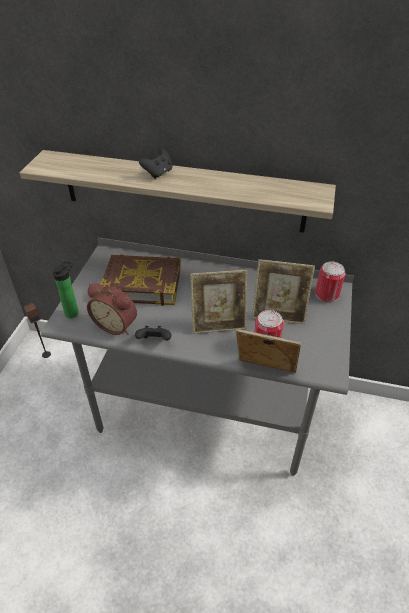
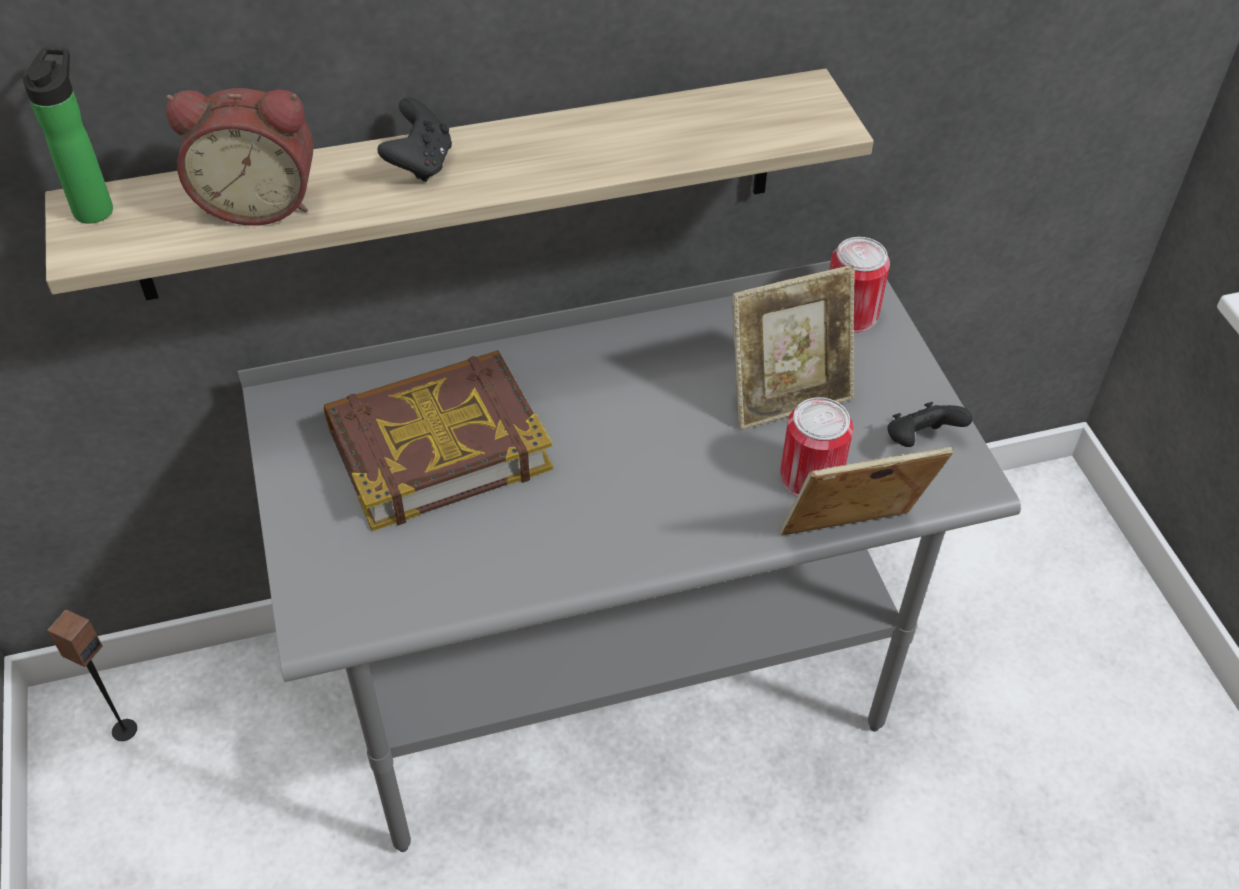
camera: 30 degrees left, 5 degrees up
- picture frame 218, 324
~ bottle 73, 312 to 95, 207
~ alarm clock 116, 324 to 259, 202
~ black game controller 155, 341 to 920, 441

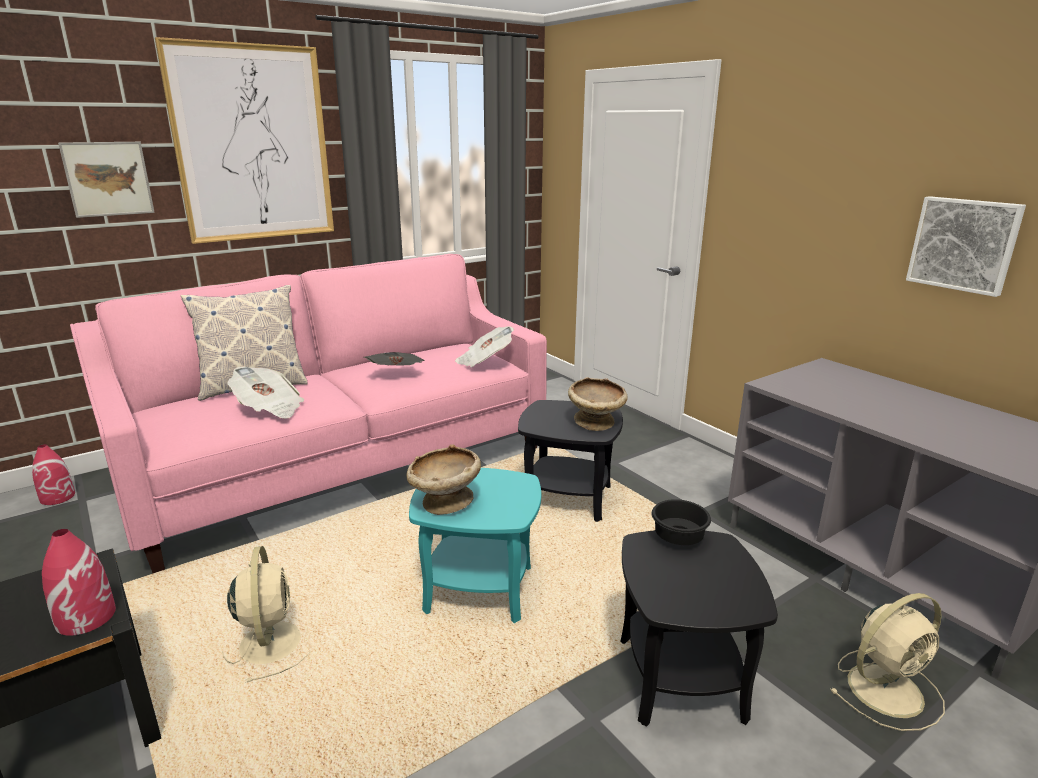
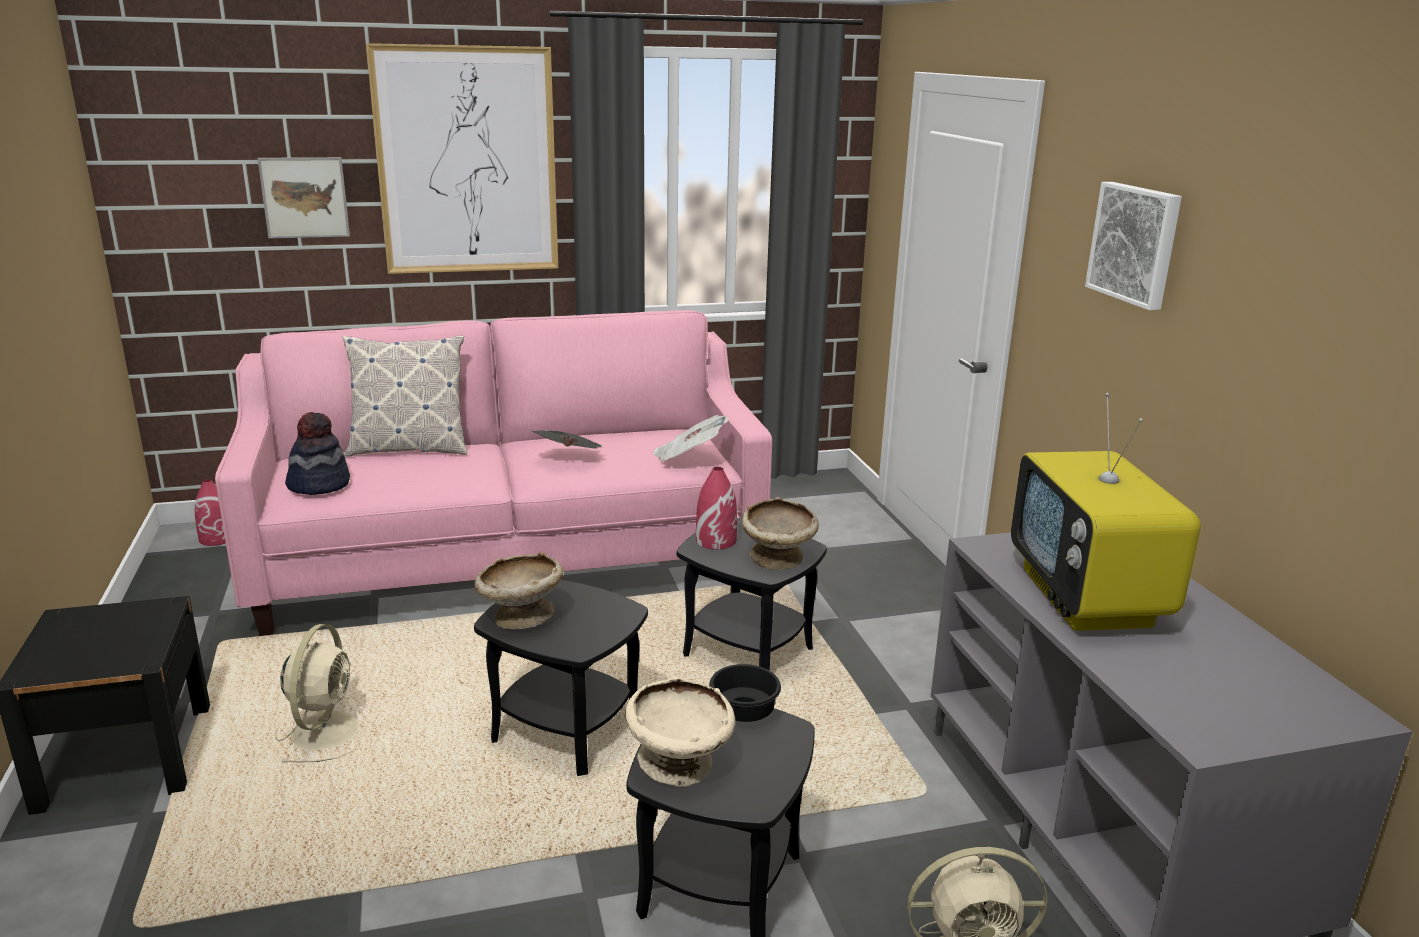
camera: 20 degrees right, 0 degrees up
- newspaper 269, 409
+ hat 319, 485
+ beige bowl 680, 764
+ television 1088, 599
~ red vase 85, 617 to 715, 540
~ picture 964, 244 to 1136, 244
~ turquoise side table 478, 589 to black side table 566, 731

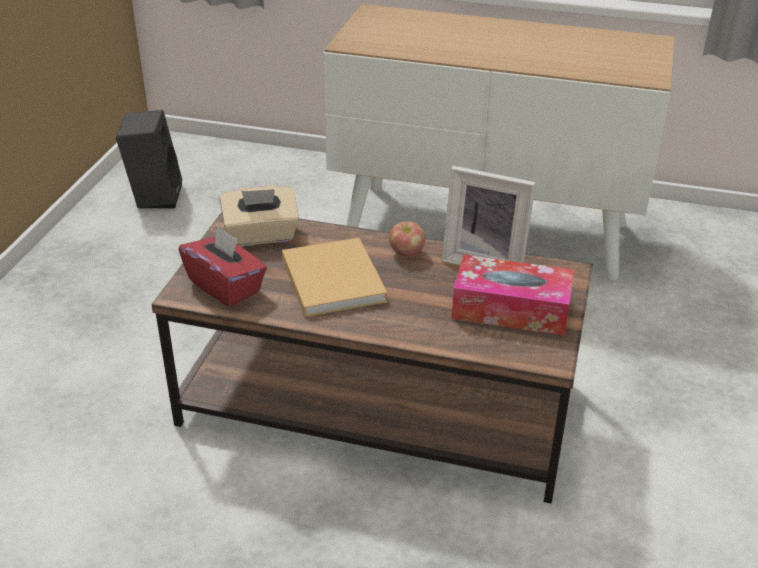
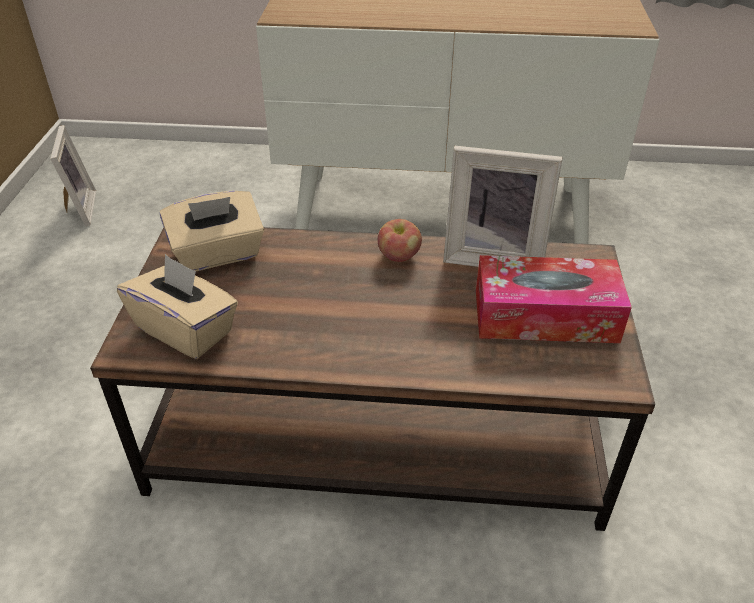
camera: 10 degrees left, 5 degrees up
- beige book 332, 278
~ black speaker 154, 196 to picture frame 78, 209
~ red tissue box 226, 286 to beige tissue box 186, 330

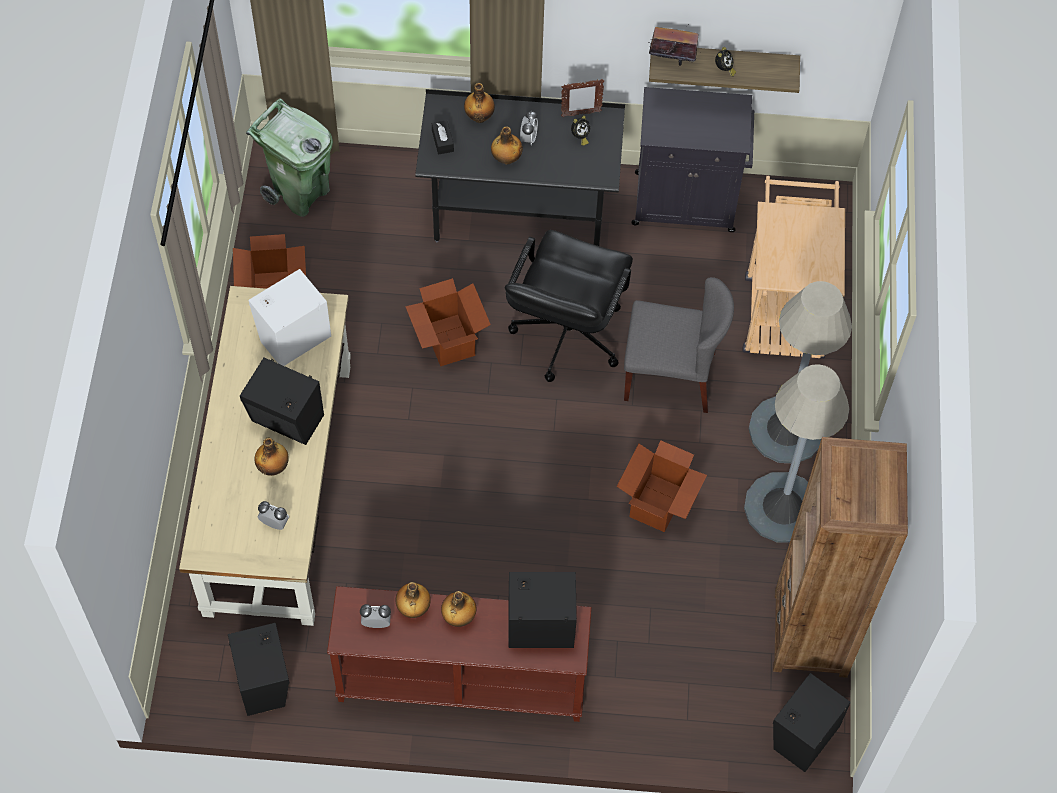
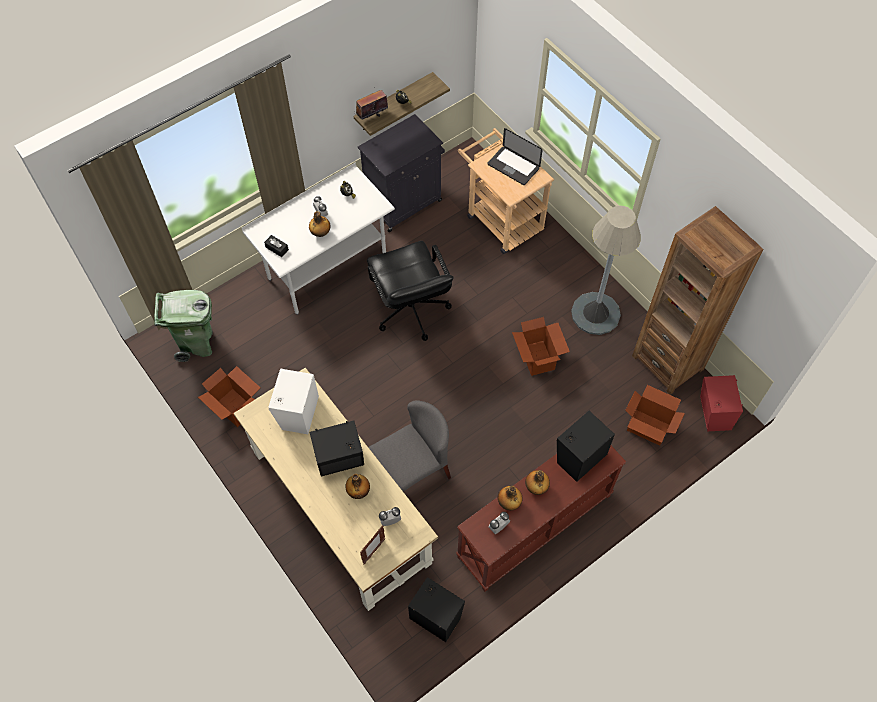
camera: 40 degrees left, 0 degrees up
- bottle 479, 116
- grey floor lamp 786, 430
+ laptop 513, 166
~ cardboard box 448, 341 to 647, 428
~ picture frame 580, 114 to 373, 552
~ grey chair 670, 375 to 412, 472
~ black desk 519, 215 to white desk 327, 269
~ black speaker 802, 736 to red speaker 713, 414

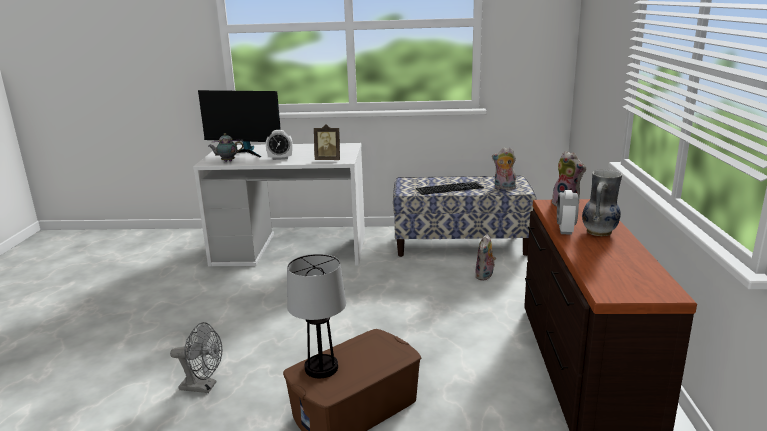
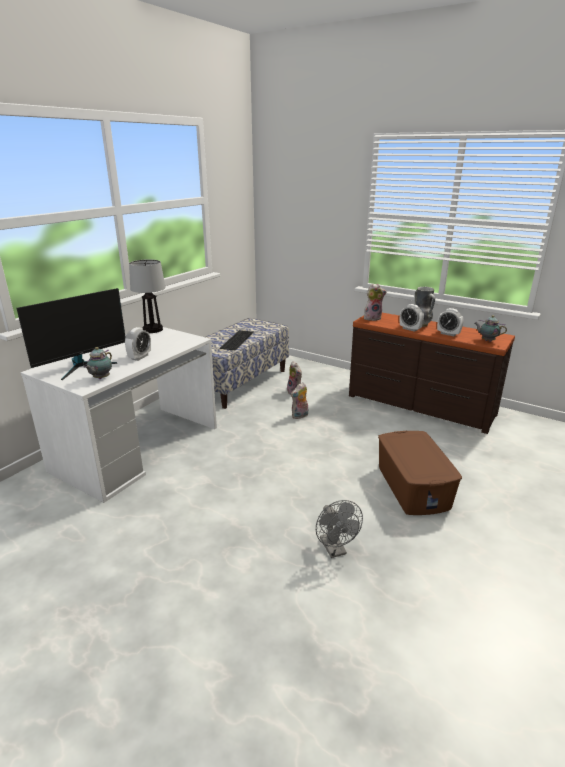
camera: 60 degrees left, 5 degrees up
- picture frame 328, 160
+ alarm clock 448, 334
+ teapot 487, 340
~ table lamp 321, 368 to 153, 329
~ plush toy 504, 188 to 300, 416
~ grey fan 203, 386 = 335, 550 120 degrees clockwise

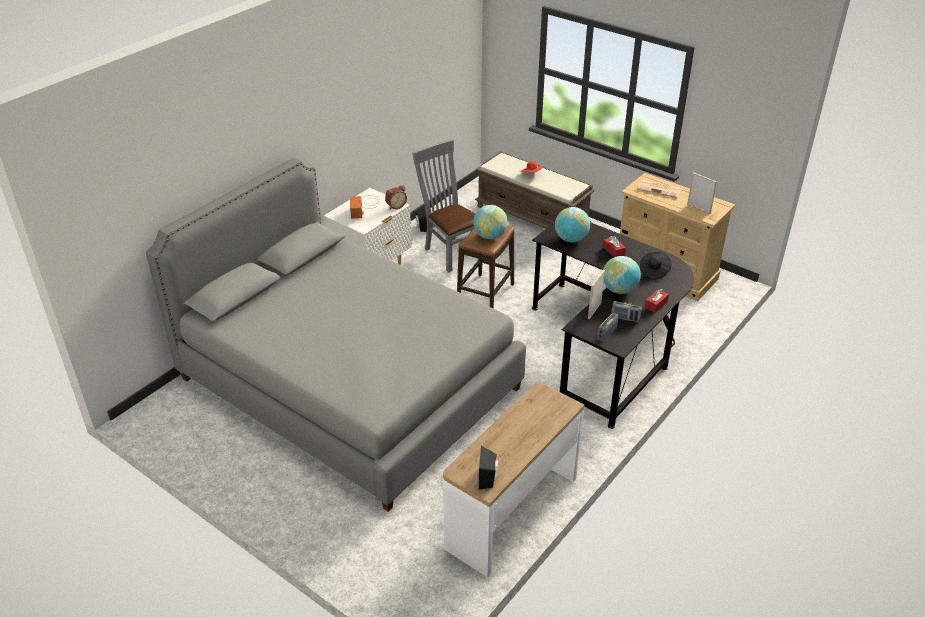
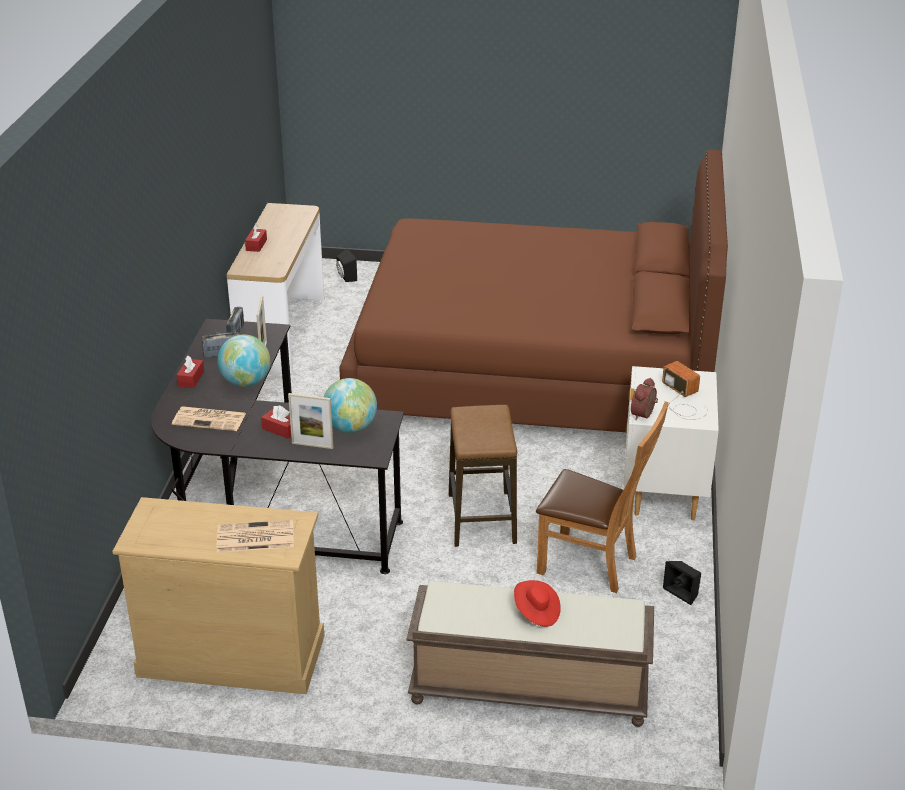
camera: 150 degrees right, 5 degrees down
- globe 490, 236
+ red tissue box 256, 245
~ black speaker 488, 478 to 345, 277
~ picture frame 698, 208 to 312, 445
~ black hat 654, 271 to newspaper 210, 419
~ grey bed 349, 384 to brown bed 532, 371
~ grey chair 450, 252 to brown chair 593, 565

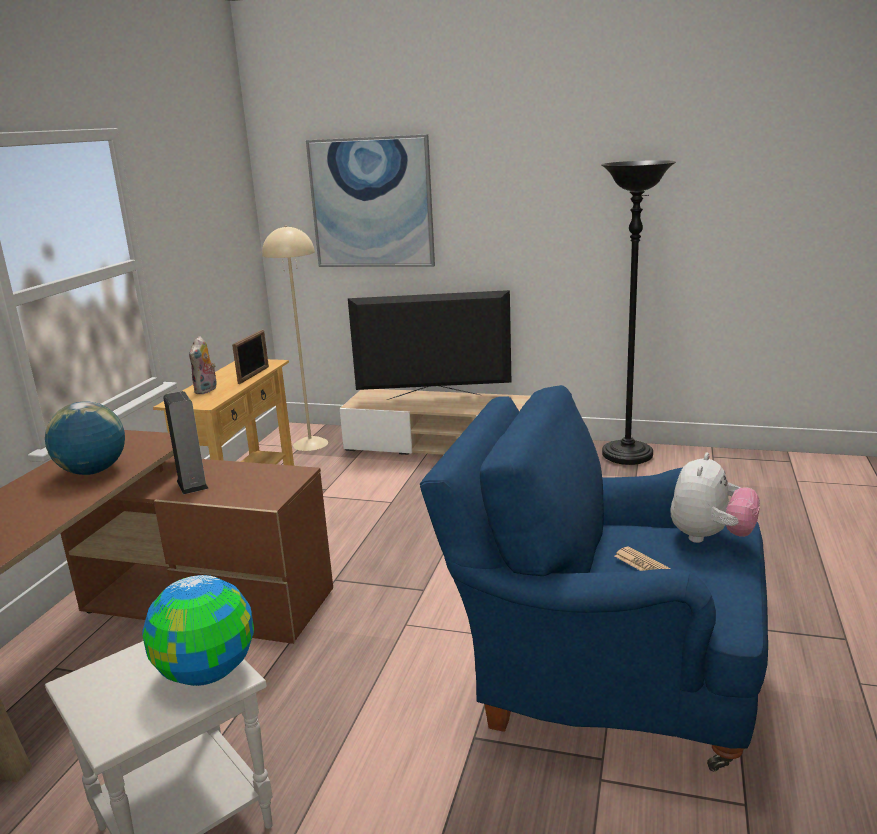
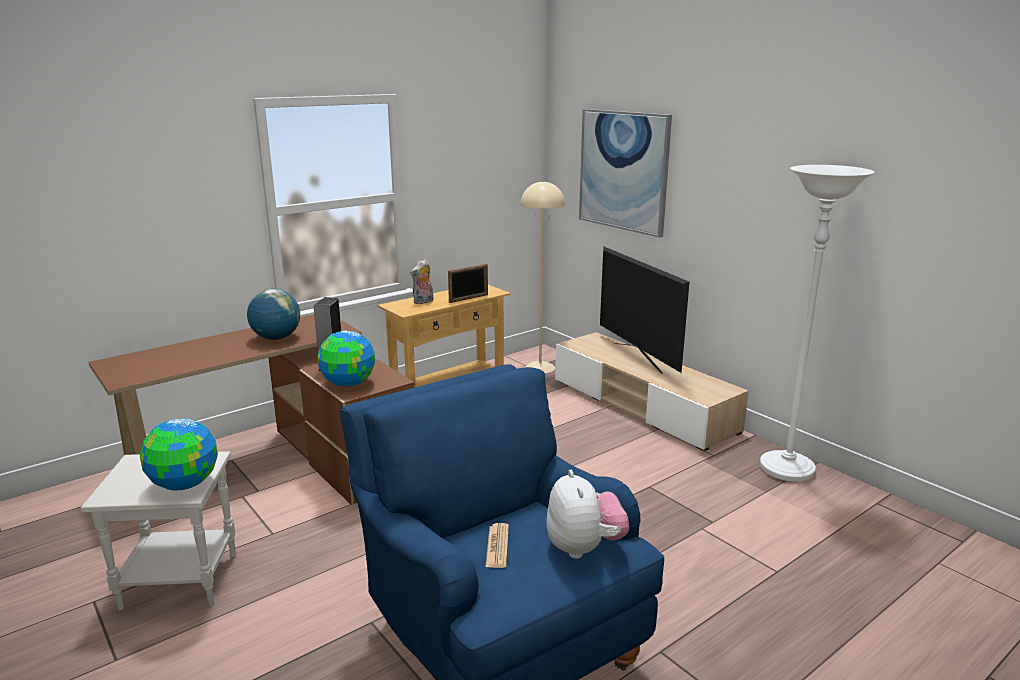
camera: 35 degrees right, 0 degrees up
+ globe 348, 384
~ black floor lamp 627, 455 to white floor lamp 787, 469
~ television 434, 398 = 637, 357 150 degrees counterclockwise
~ plush toy 710, 537 = 584, 547 75 degrees counterclockwise

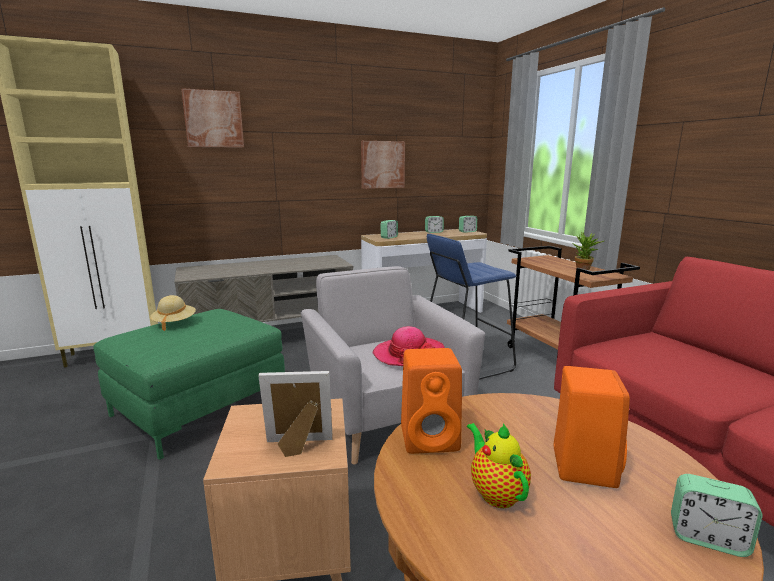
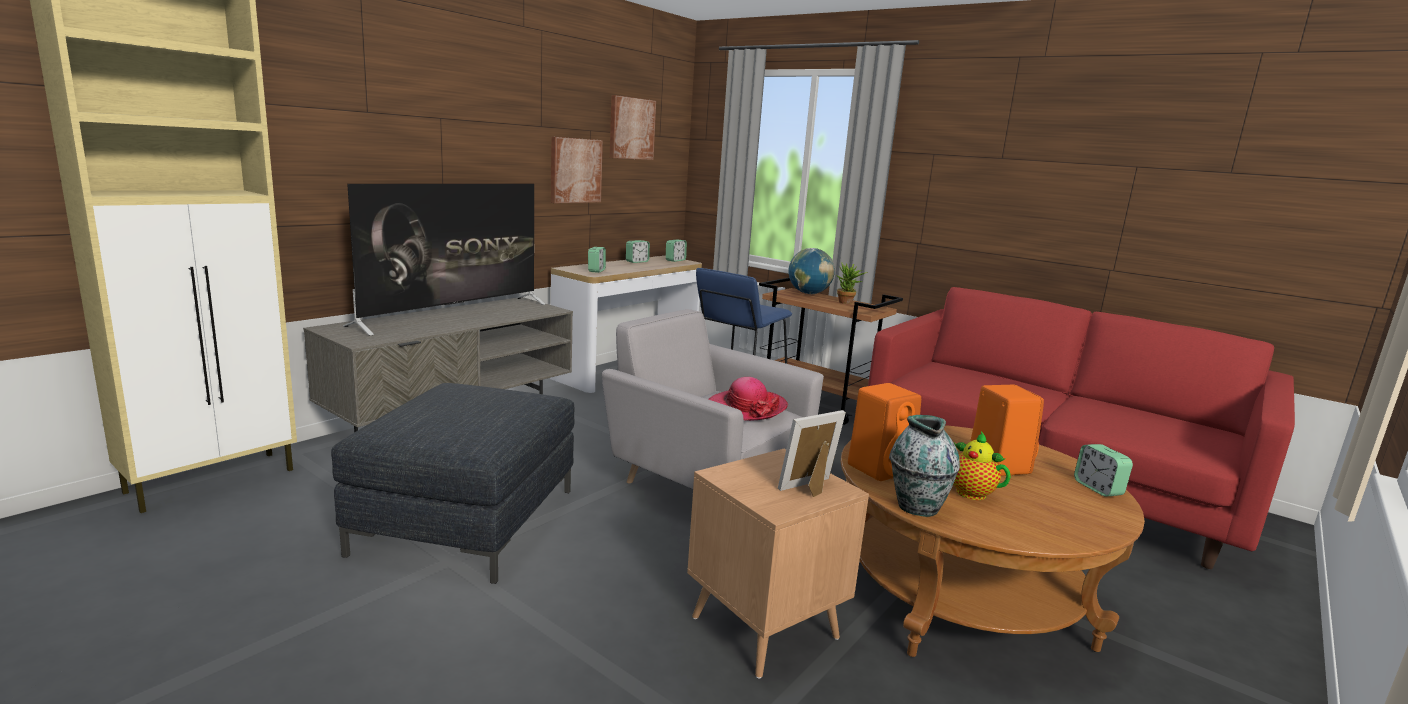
camera: 30 degrees left, 0 degrees up
- beige hat 174, 323
+ television 454, 314
+ globe 808, 293
+ vase 917, 506
~ picture 213, 119 to 631, 128
~ green ottoman 199, 406 to grey ottoman 467, 520
~ alarm clock 707, 538 = 1098, 488 75 degrees clockwise

